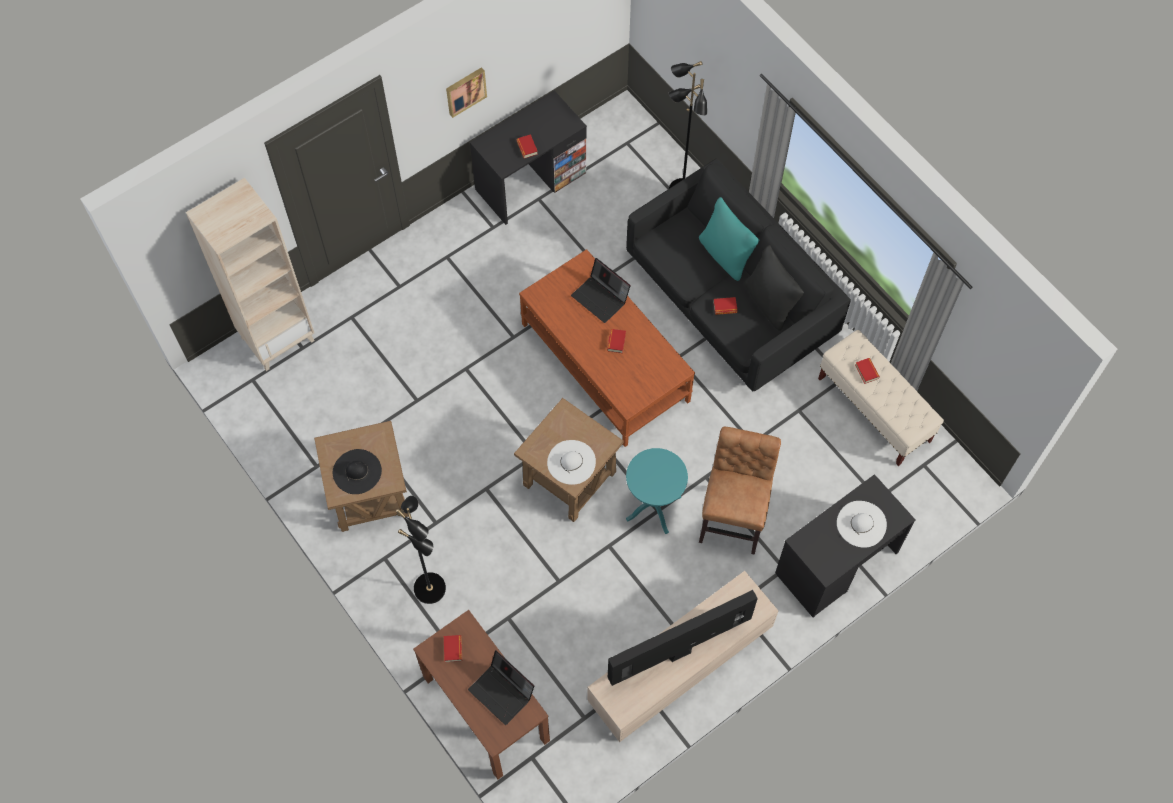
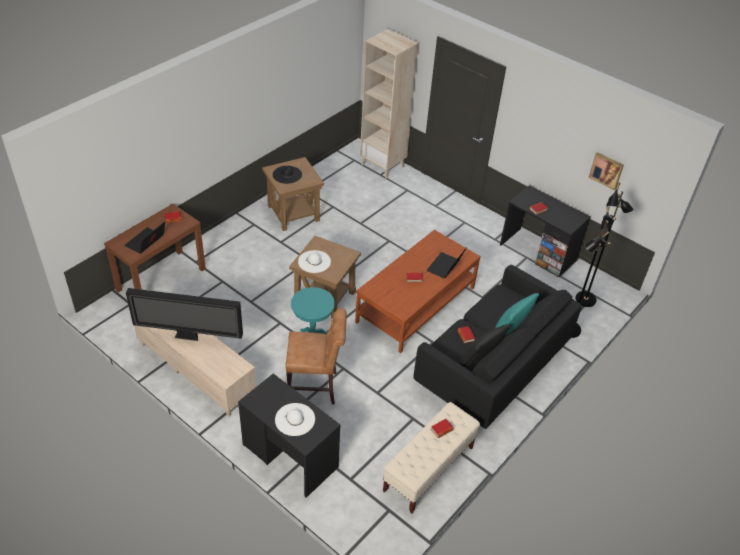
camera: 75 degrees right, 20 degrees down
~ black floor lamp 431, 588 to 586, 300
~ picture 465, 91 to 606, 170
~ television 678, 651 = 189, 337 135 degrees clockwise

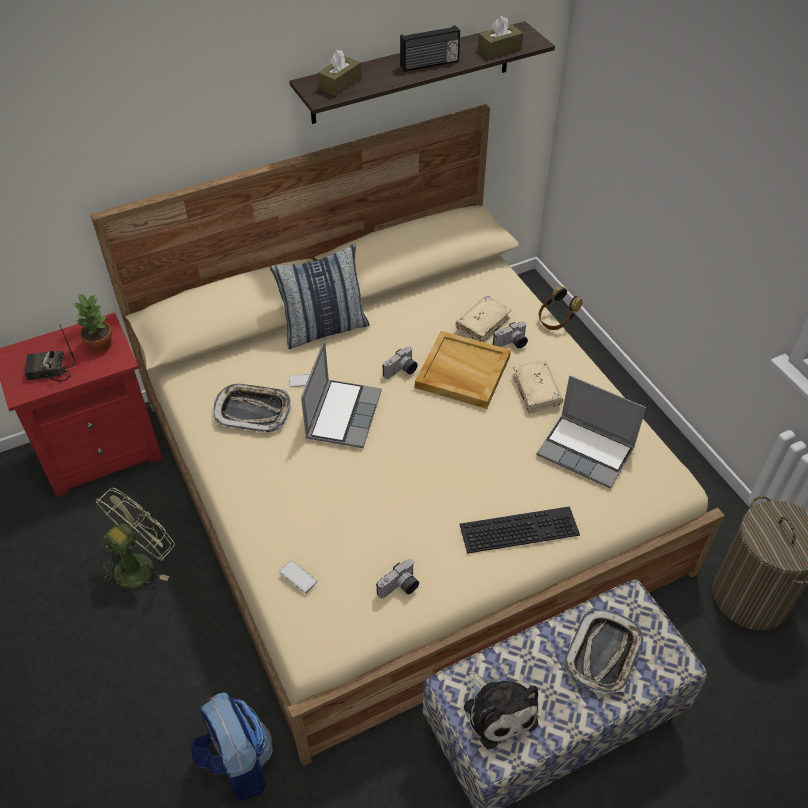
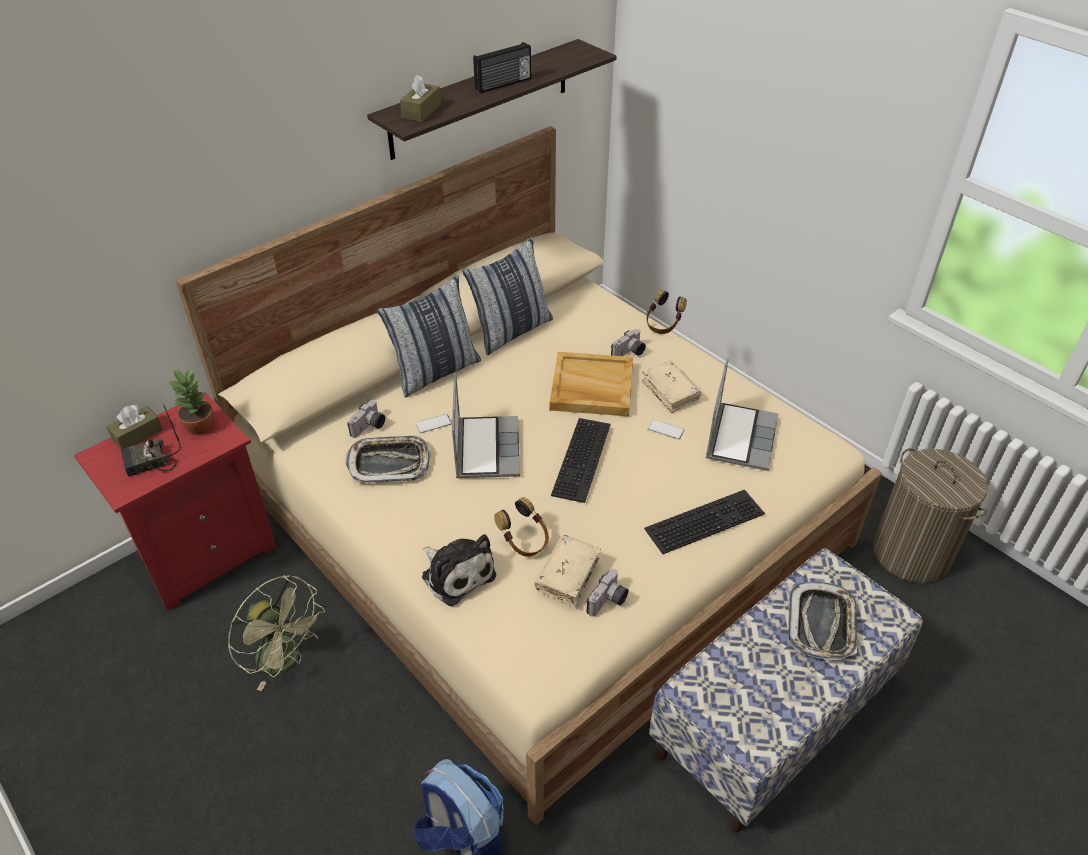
camera: 15 degrees left, 5 degrees down
+ pillow 511, 331
+ headphones 524, 541
+ keyboard 583, 460
~ phone 298, 577 to 666, 429
~ photo camera 401, 371 to 369, 427
~ beige book 482, 324 to 567, 575
~ plush toy 498, 710 to 456, 573
~ brown tissue box 499, 49 to 137, 435
~ green fan 140, 563 = 286, 659 105 degrees clockwise
~ laptop 587, 451 = 740, 437 90 degrees counterclockwise

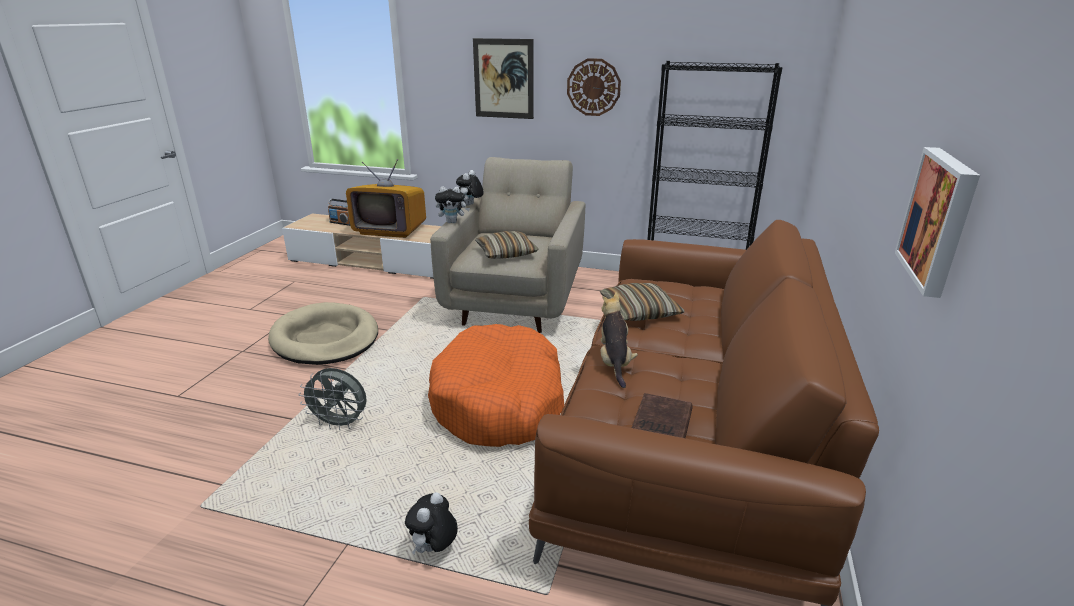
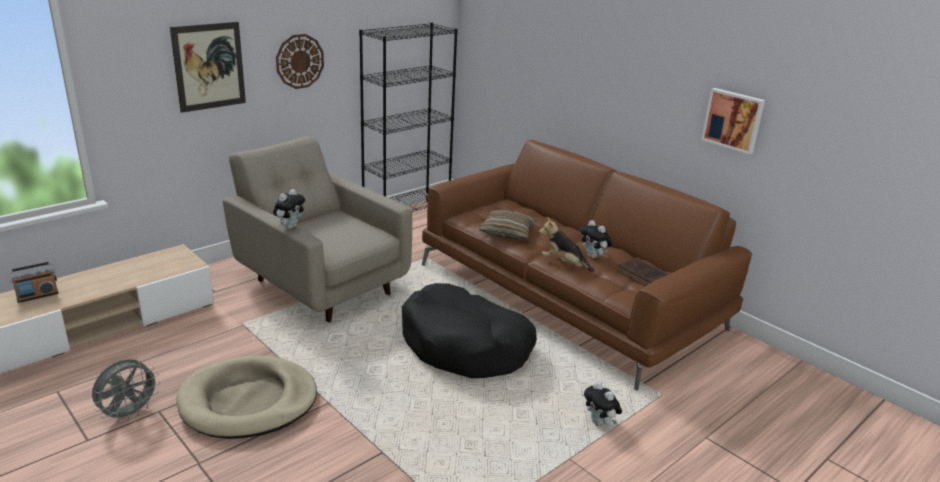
camera: 60 degrees left, 0 degrees up
- television 390, 230
- pillow 506, 253
~ grey fan 340, 424 to 129, 413
~ plush toy 470, 205 to 593, 256
~ orange dog bed 499, 401 to black dog bed 465, 346

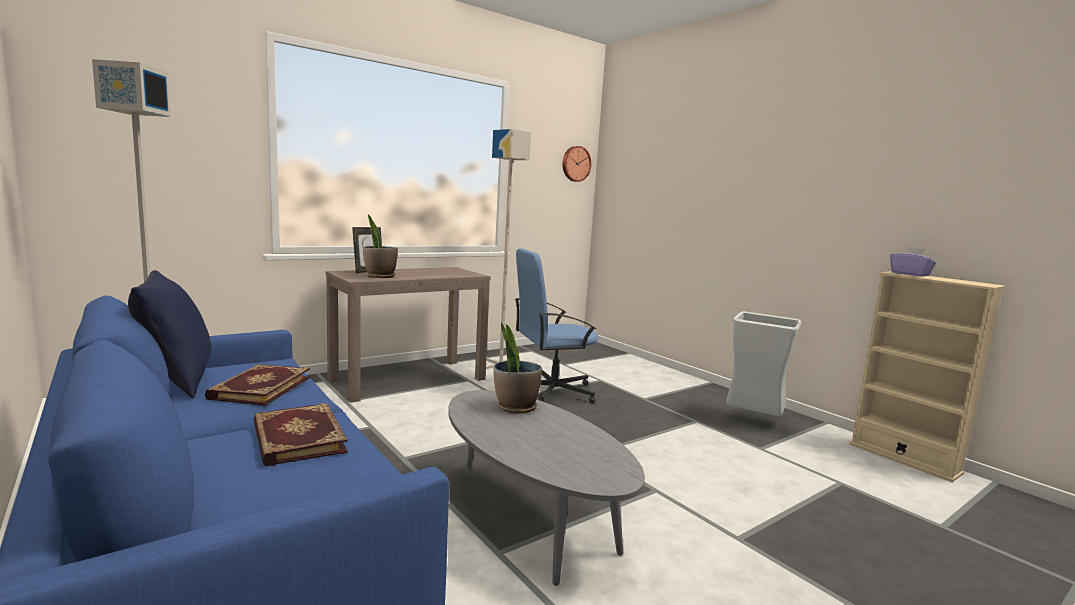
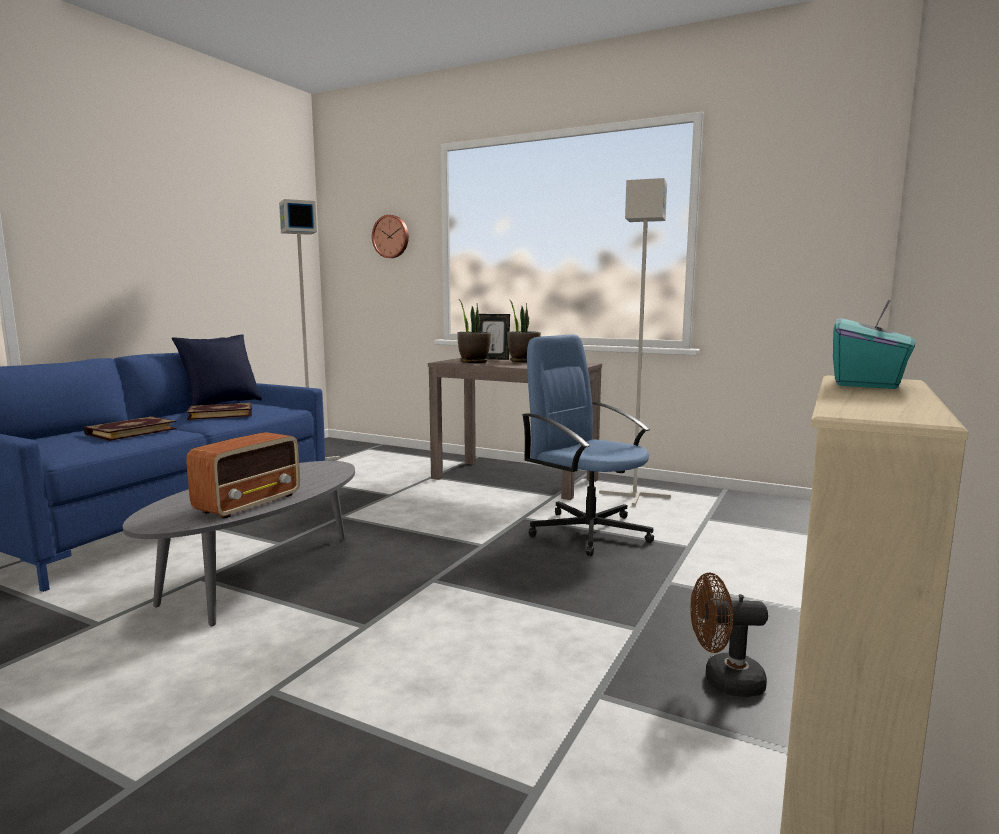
camera: 65 degrees right, 0 degrees up
+ radio 250, 503
~ potted plant 515, 407 to 523, 361
~ wall clock 575, 164 to 391, 236
~ grey trash can 754, 421 to brown fan 724, 681
~ purple tissue box 910, 274 to turquoise tissue box 868, 383

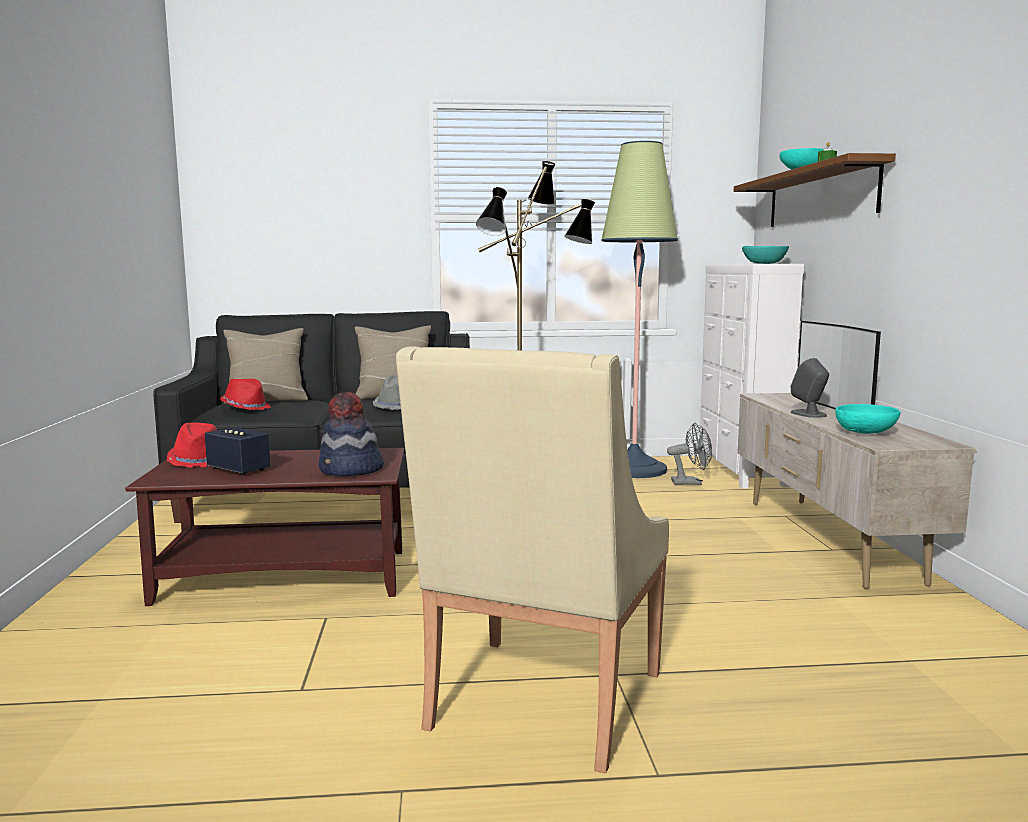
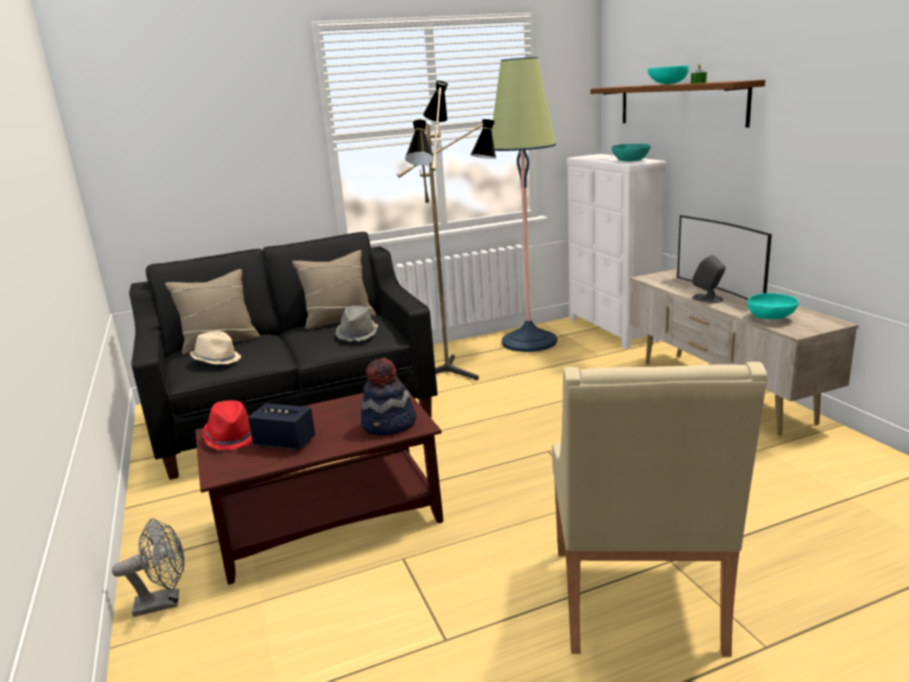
camera: 15 degrees left, 10 degrees up
~ grey fan 691, 482 to 165, 602
~ red hat 246, 408 to beige hat 217, 360

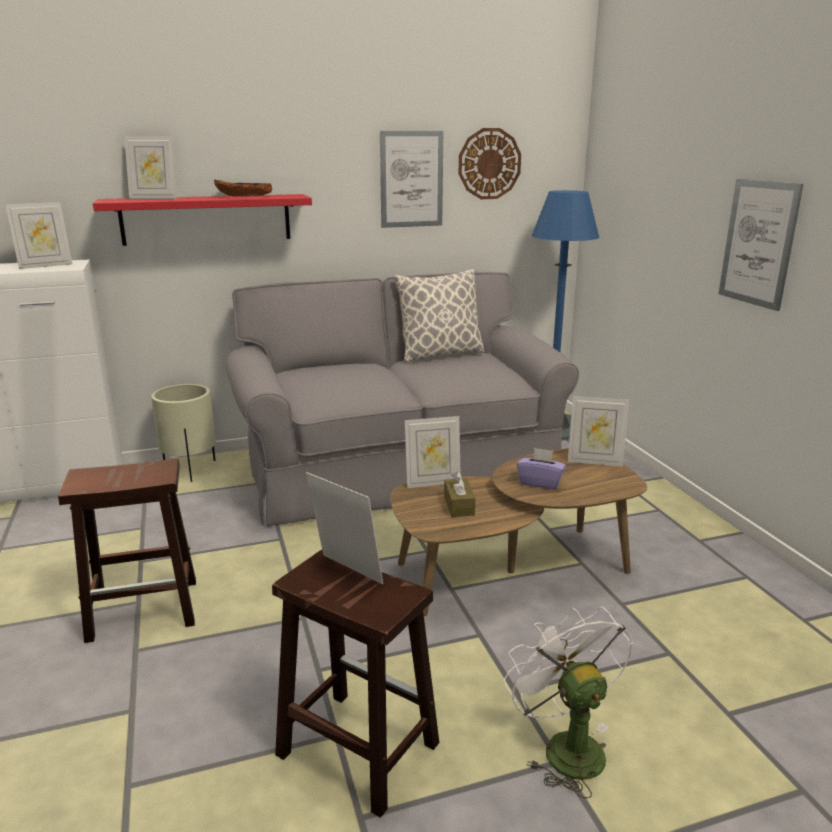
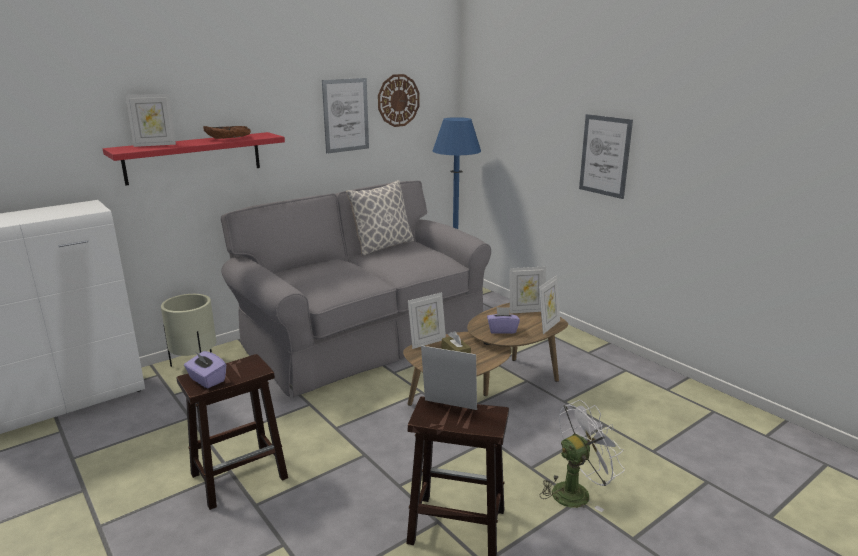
camera: 20 degrees left, 0 degrees up
+ purple tissue box 206, 380
~ picture frame 45, 266 to 548, 326
~ white fan 565, 746 = 576, 491 105 degrees clockwise

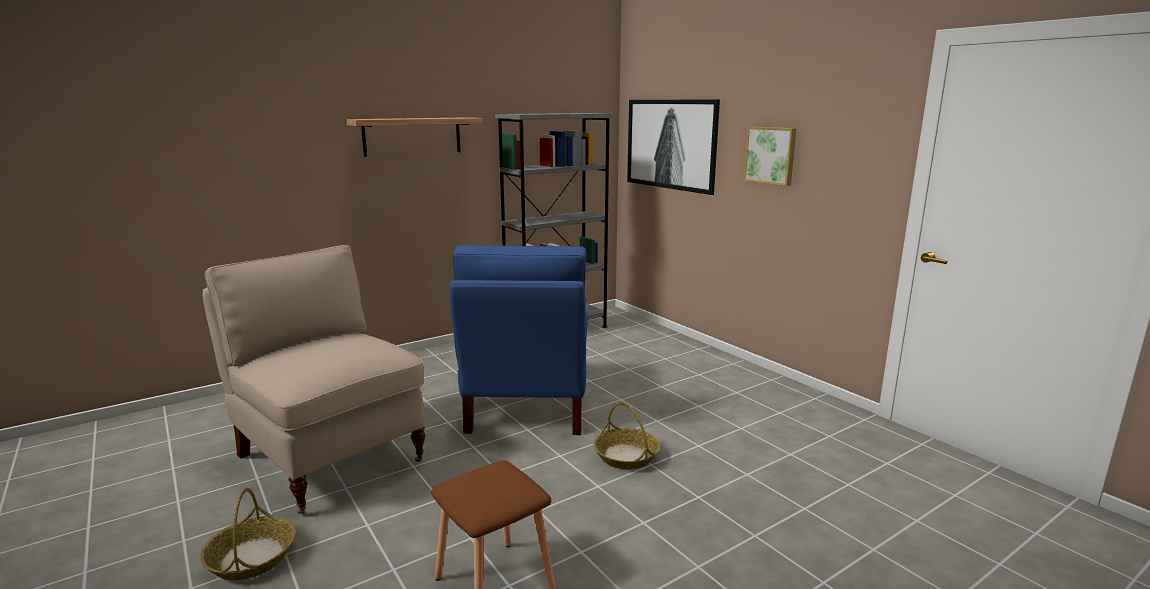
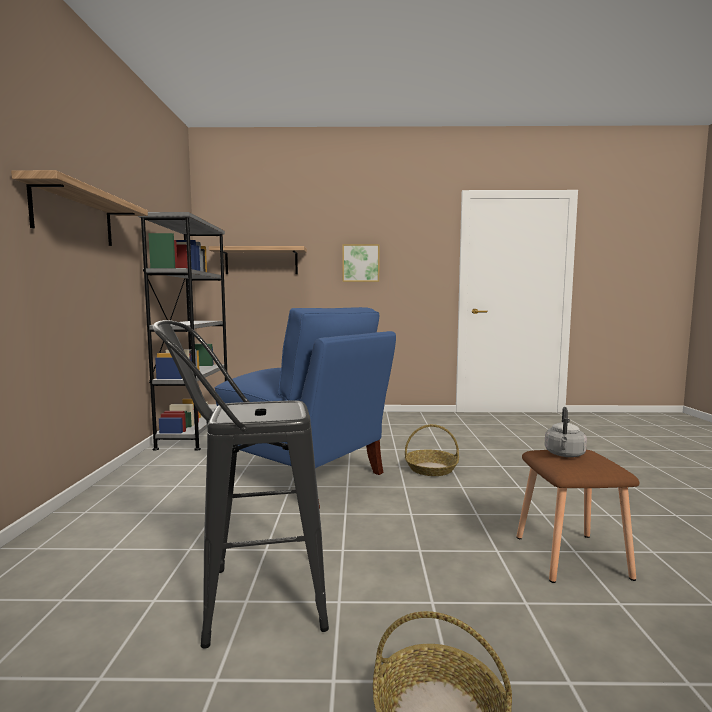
camera: 55 degrees left, 10 degrees down
+ grey kettle 564, 455
~ beige chair 329, 457 to black stool 249, 599
~ picture 670, 144 to shelf 261, 261

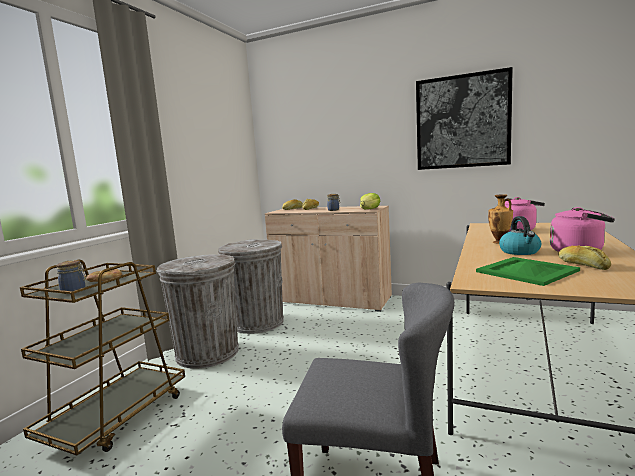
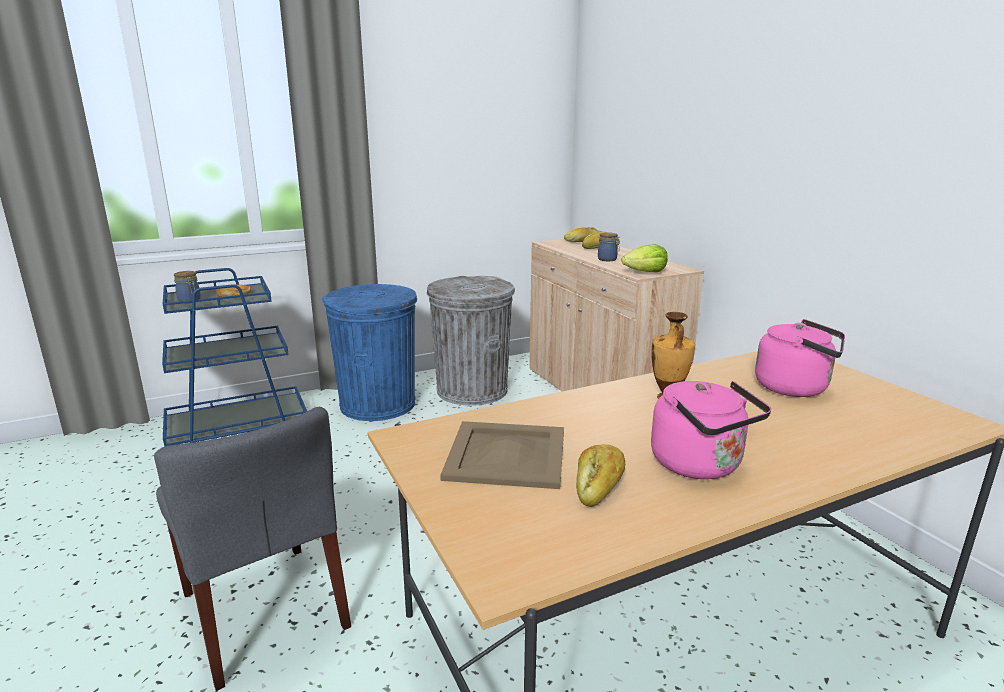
camera: 40 degrees right, 10 degrees up
- picture 462, 122
- kettle 520, 252
~ brown cart 116, 416 to blue cart 239, 431
~ grey trash can 208, 353 to blue trash can 378, 404
~ green tray 526, 271 to beige tray 507, 454

